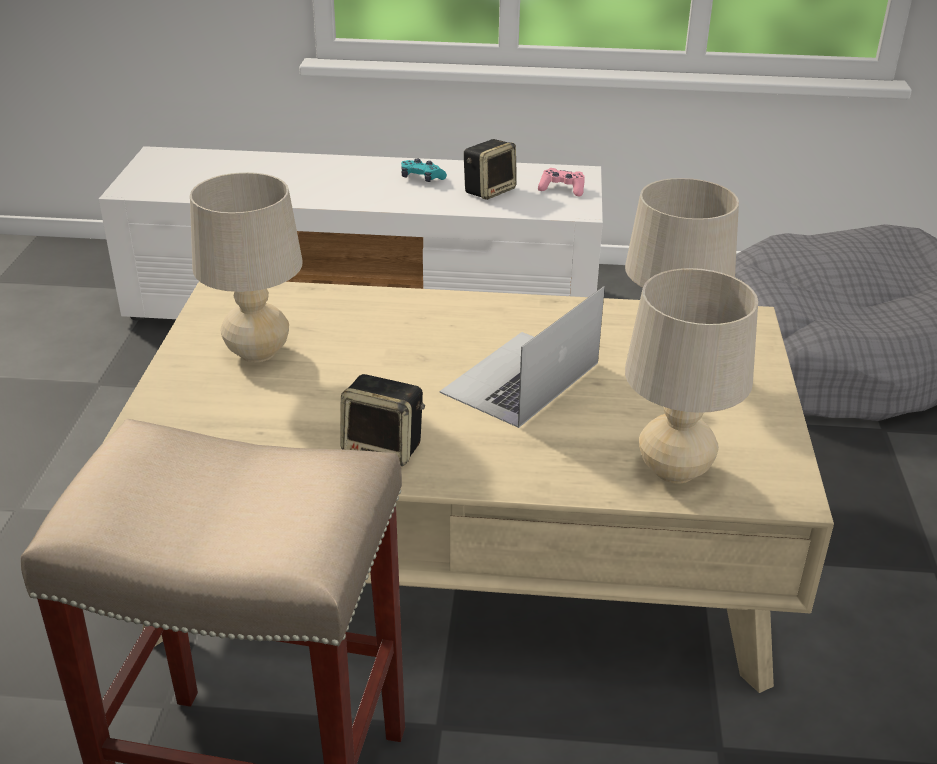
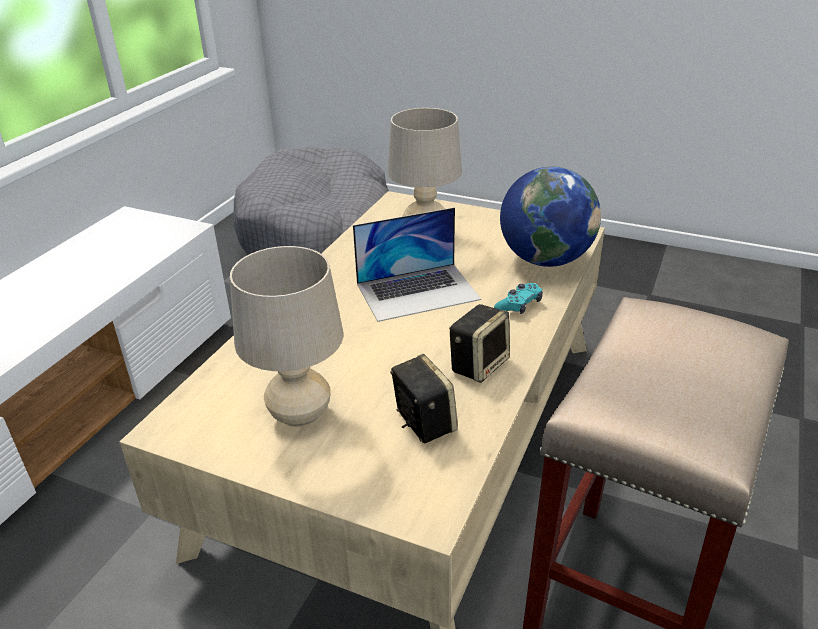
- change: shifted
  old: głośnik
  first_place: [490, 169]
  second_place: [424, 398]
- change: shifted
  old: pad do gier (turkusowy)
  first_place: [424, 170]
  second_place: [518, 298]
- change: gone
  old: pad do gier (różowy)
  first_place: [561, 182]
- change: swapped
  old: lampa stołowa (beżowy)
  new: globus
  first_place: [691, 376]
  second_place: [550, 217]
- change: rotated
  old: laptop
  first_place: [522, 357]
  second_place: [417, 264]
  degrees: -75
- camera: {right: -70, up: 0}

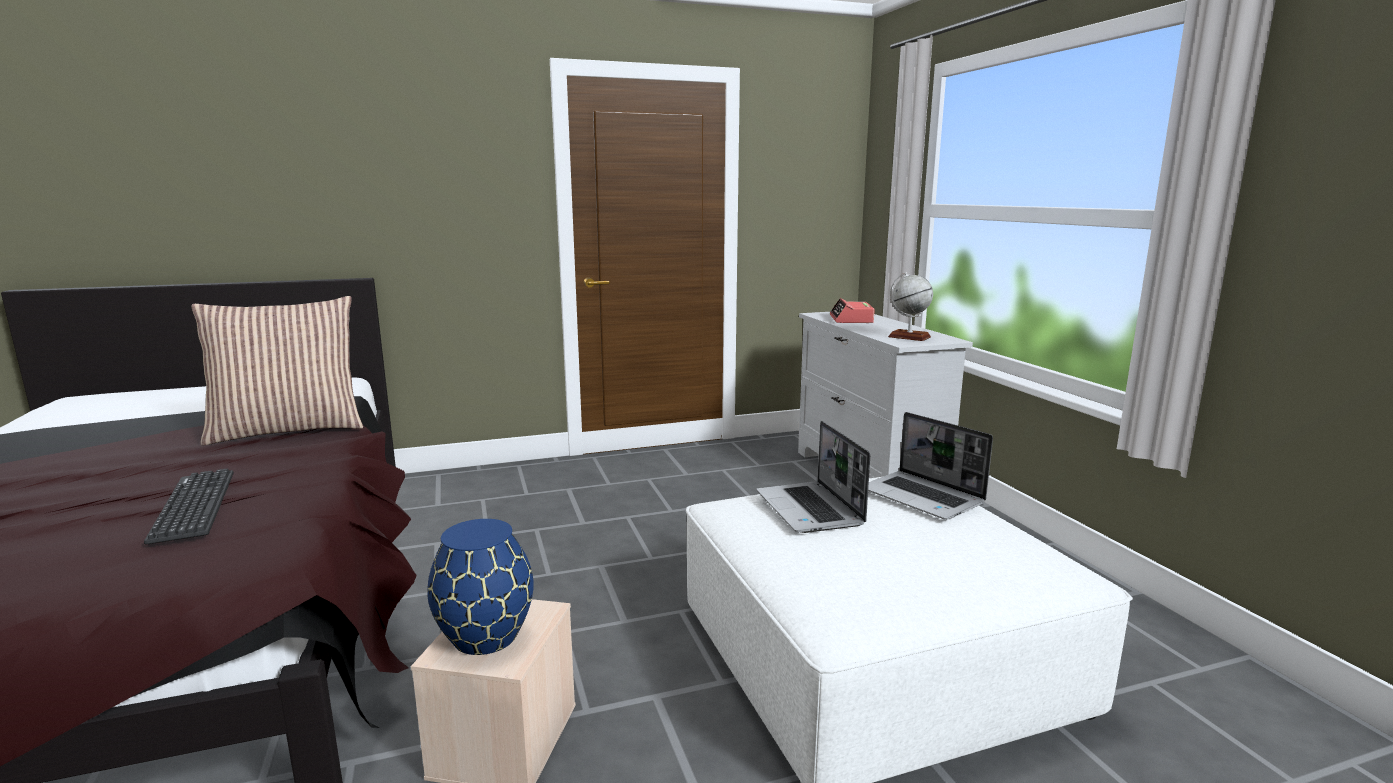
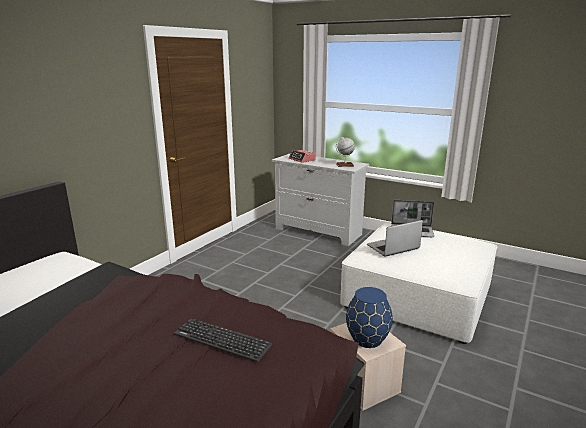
- change: gone
  old: poduszka
  first_place: [277, 370]
- change: rotated
  old: laptop
  first_place: [813, 477]
  second_place: [395, 238]
  degrees: 120
- camera: {right: -40, up: 5}

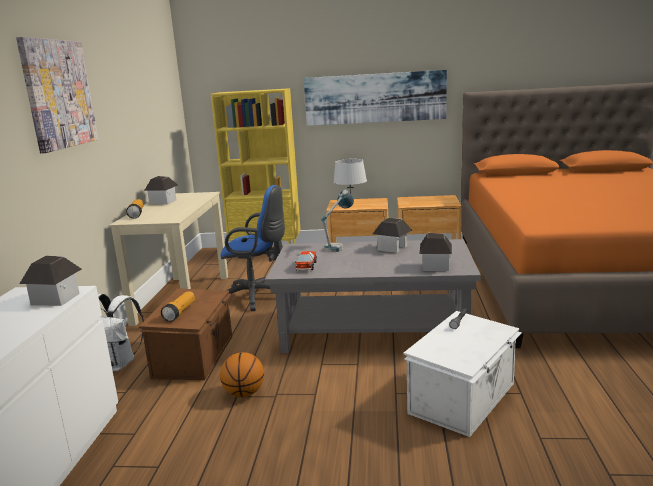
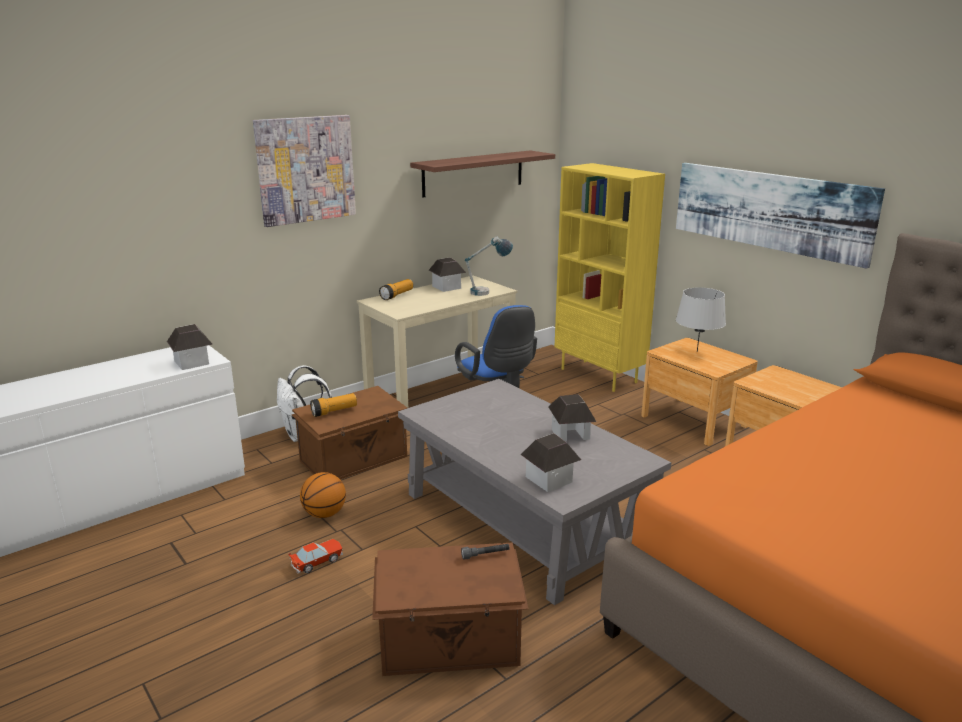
- change: shifted
  old: lampa stołowa
  first_place: [337, 221]
  second_place: [489, 266]
- change: shifted
  old: samochodzik
  first_place: [306, 261]
  second_place: [315, 556]
- change: repainted
  old: pojemnik do przechowywania (biały)
  new: pojemnik do przechowywania (brązowy)
  first_place: [463, 374]
  second_place: [450, 609]
- change: new
  new: półka
  second_place: [482, 174]
- camera: {right: 45, up: 5}

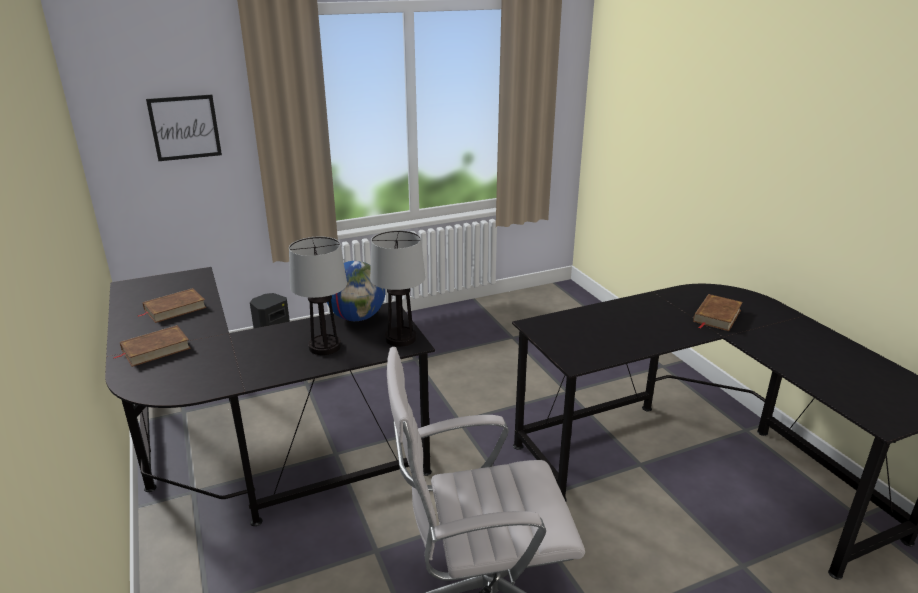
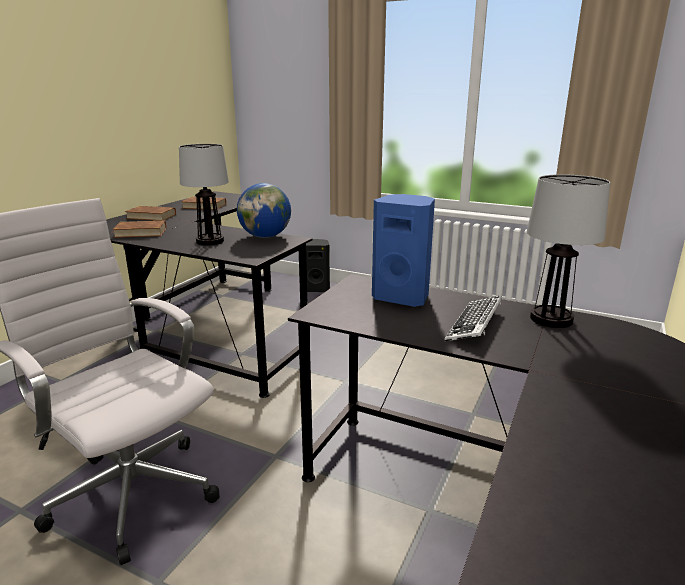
- change: gone
  old: obraz
  first_place: [184, 127]
- change: shifted
  old: lampa stołowa
  first_place: [397, 288]
  second_place: [568, 251]
- change: shifted
  old: książka (brązowy)
  first_place: [718, 312]
  second_place: [139, 229]
- change: new
  new: głośnik (niebieski)
  second_place: [403, 250]
- change: new
  new: klawiatura
  second_place: [473, 318]
- camera: {right: 50, up: -5}

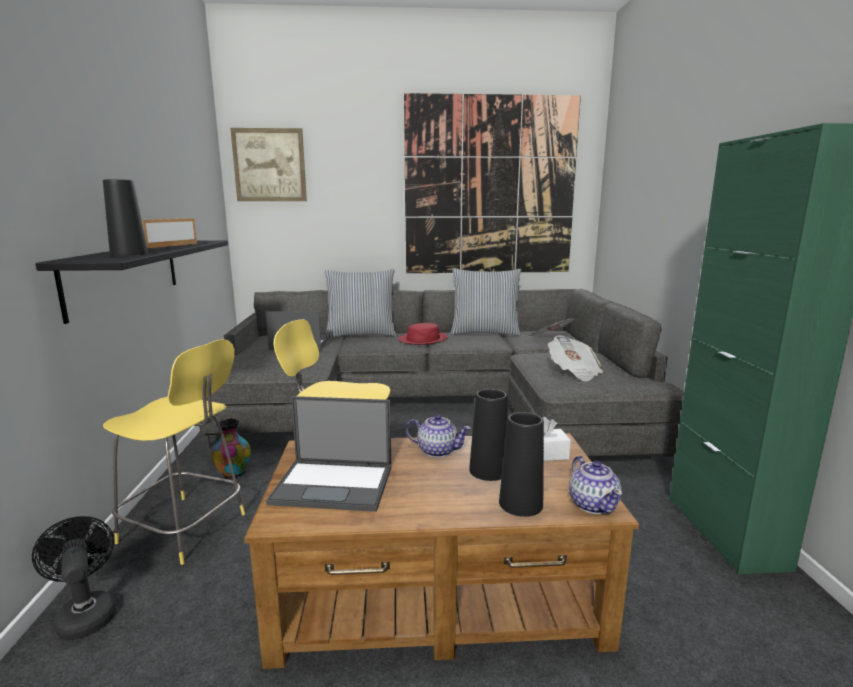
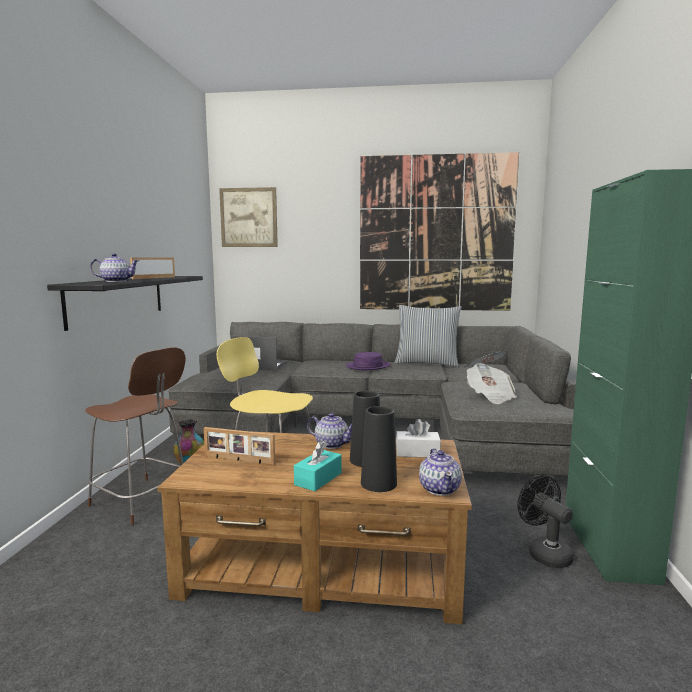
- change: swapped
  old: wazon (czarny)
  new: imbryk
  first_place: [125, 217]
  second_place: [114, 267]
- change: gone
  old: poduszka
  first_place: [361, 303]
- change: repainted
  old: kapelusz (czerwony)
  new: kapelusz (fioletowy)
  first_place: [423, 334]
  second_place: [368, 361]
- change: repainted
  old: stołek (żółty)
  new: stołek (brązowy)
  first_place: [174, 452]
  second_place: [135, 436]
- change: swapped
  old: laptop
  new: ramka na zdjęcie
  first_place: [328, 454]
  second_place: [239, 446]
- change: shifted
  old: wentylator (czarny)
  first_place: [74, 578]
  second_place: [545, 521]
- change: new
  new: pudełko chusteczek (turkusowy)
  second_place: [318, 466]
- camera: {right: 10, up: -5}

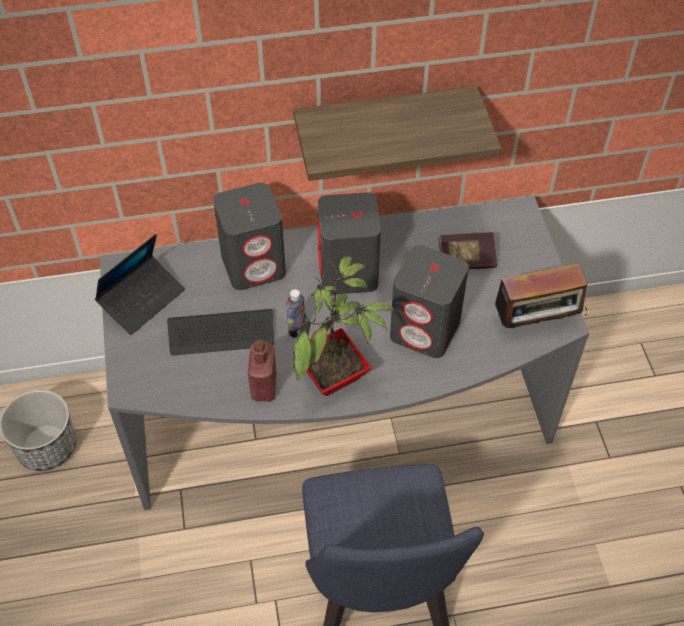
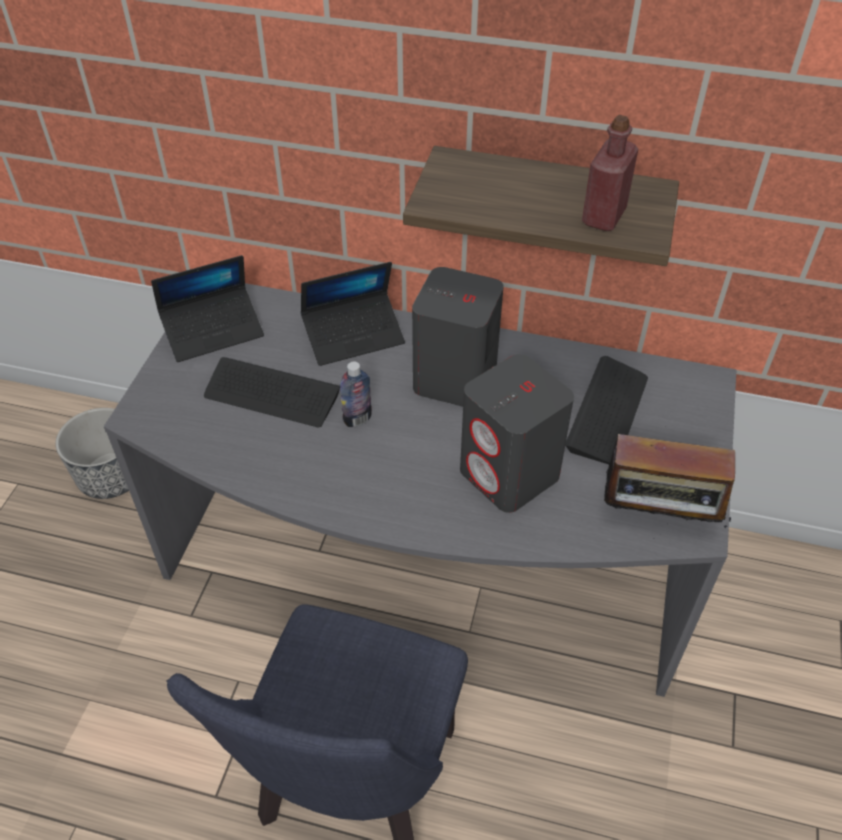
- change: swapped
  old: głośnik (szary)
  new: laptop
  first_place: [249, 236]
  second_place: [353, 314]
- change: swapped
  old: książka
  new: klawiatura
  first_place: [467, 251]
  second_place: [606, 410]
- change: gone
  old: roślina doniczkowa
  first_place: [339, 326]
- change: shifted
  old: butelka (czerwony)
  first_place: [262, 371]
  second_place: [610, 173]
- camera: {right: 25, up: -5}

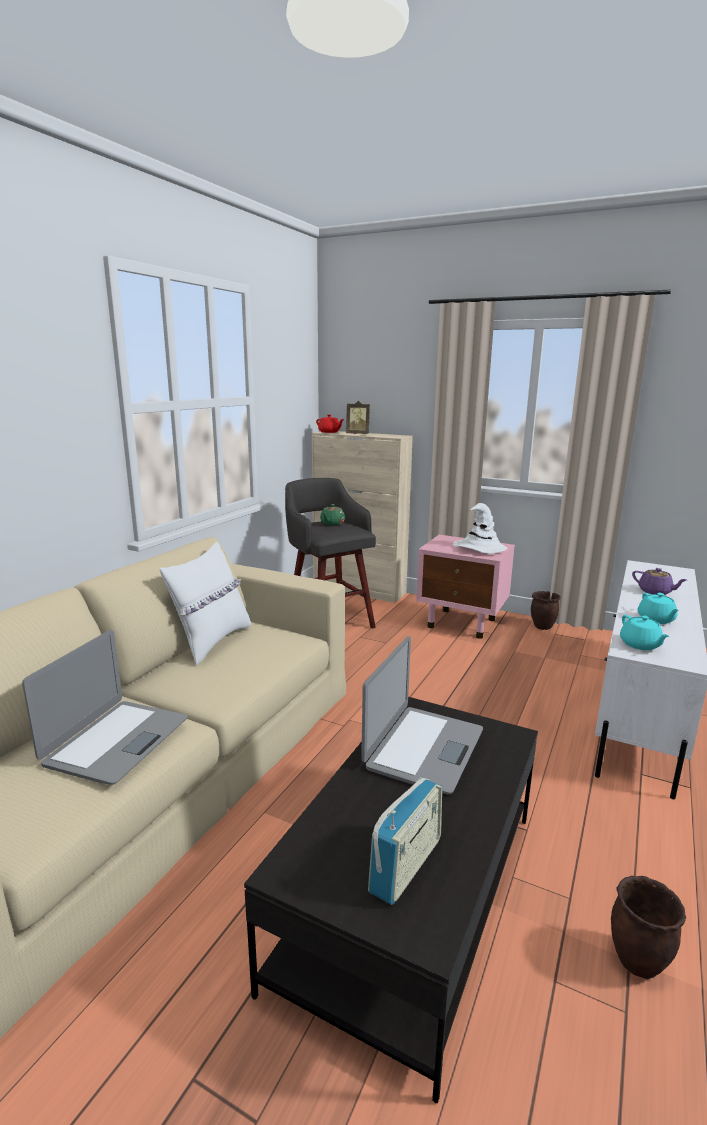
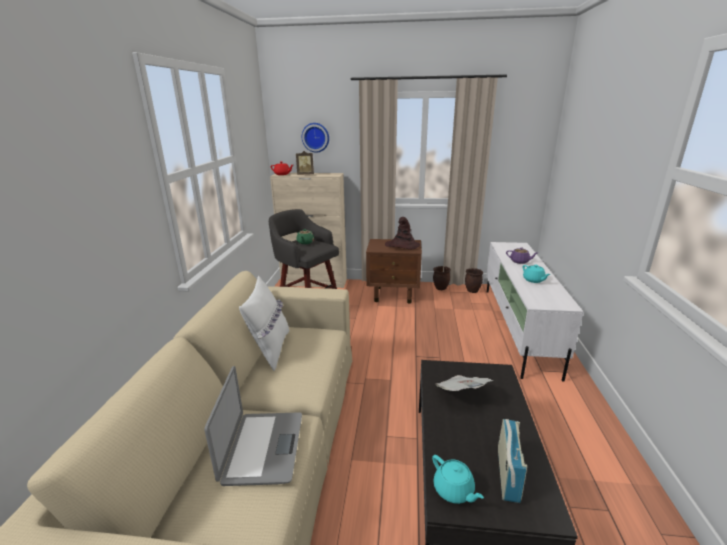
- change: repainted
  old: kapelusz (biały)
  new: kapelusz (brązowy)
  first_place: [480, 528]
  second_place: [402, 233]
- change: repainted
  old: szafka nocna (różowy)
  new: szafka nocna (brązowy)
  first_place: [465, 587]
  second_place: [394, 271]
- change: shifted
  old: imbryk (turkusowy)
  first_place: [644, 632]
  second_place: [458, 479]
- change: swapped
  old: laptop
  new: gazeta
  first_place: [422, 715]
  second_place: [464, 383]
- change: shifted
  old: donica (brązowy)
  first_place: [648, 927]
  second_place: [474, 280]
- change: new
  new: zegar ścienny
  second_place: [315, 138]
- camera: {right: -20, up: 5}

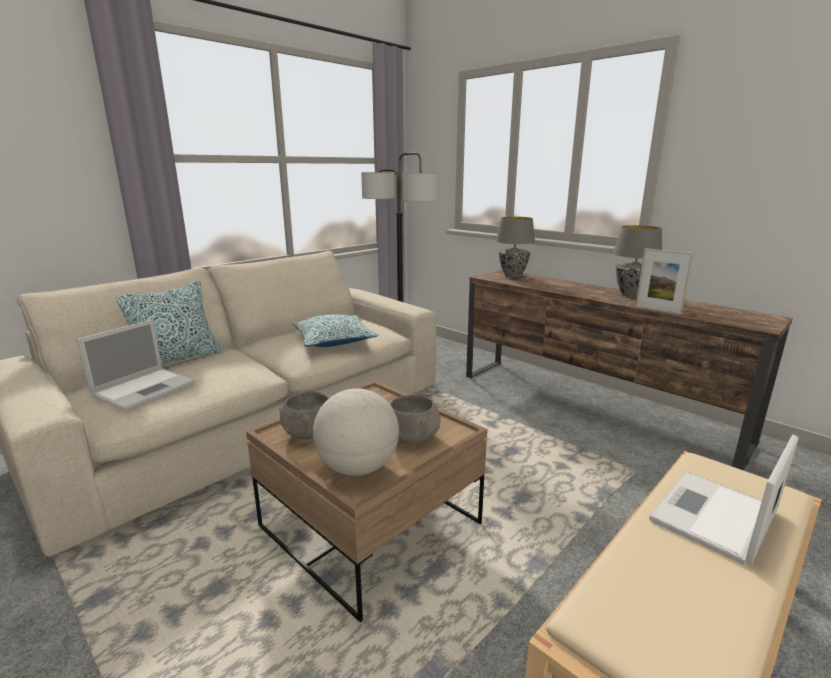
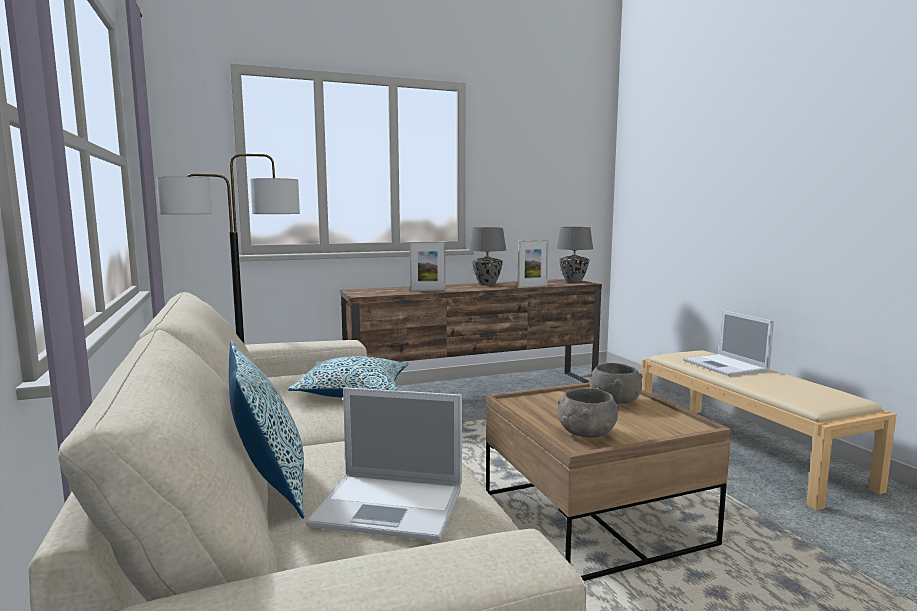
- change: shifted
  old: lampa stołowa (szary)
  first_place: [515, 247]
  second_place: [574, 255]
- change: rotated
  old: laptop
  first_place: [136, 365]
  second_place: [384, 464]
  degrees: 135
- change: gone
  old: globus
  first_place: [356, 432]
- change: new
  new: ramka na zdjęcie
  second_place: [427, 266]
- camera: {right: -65, up: -10}

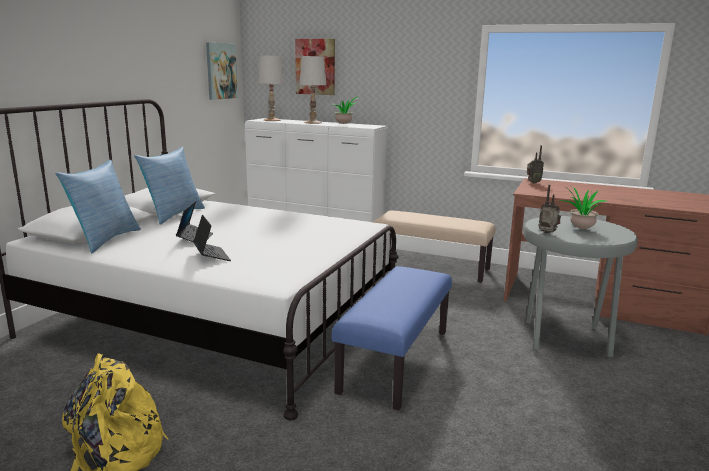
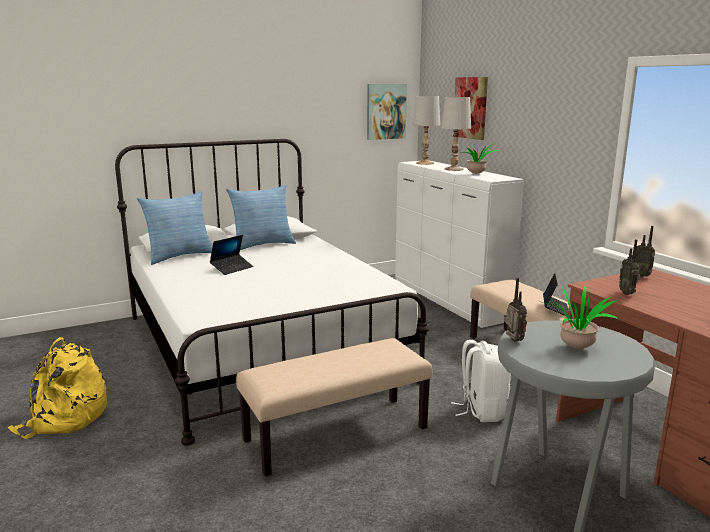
- change: shifted
  old: laptop
  first_place: [212, 238]
  second_place: [555, 294]
- change: repainted
  old: ławka (niebieski)
  new: ławka (beżowy)
  first_place: [391, 338]
  second_place: [334, 407]
- change: new
  new: radio
  second_place: [630, 267]
- change: new
  new: plecak (biały)
  second_place: [481, 381]
- camera: {right: 40, up: 0}

